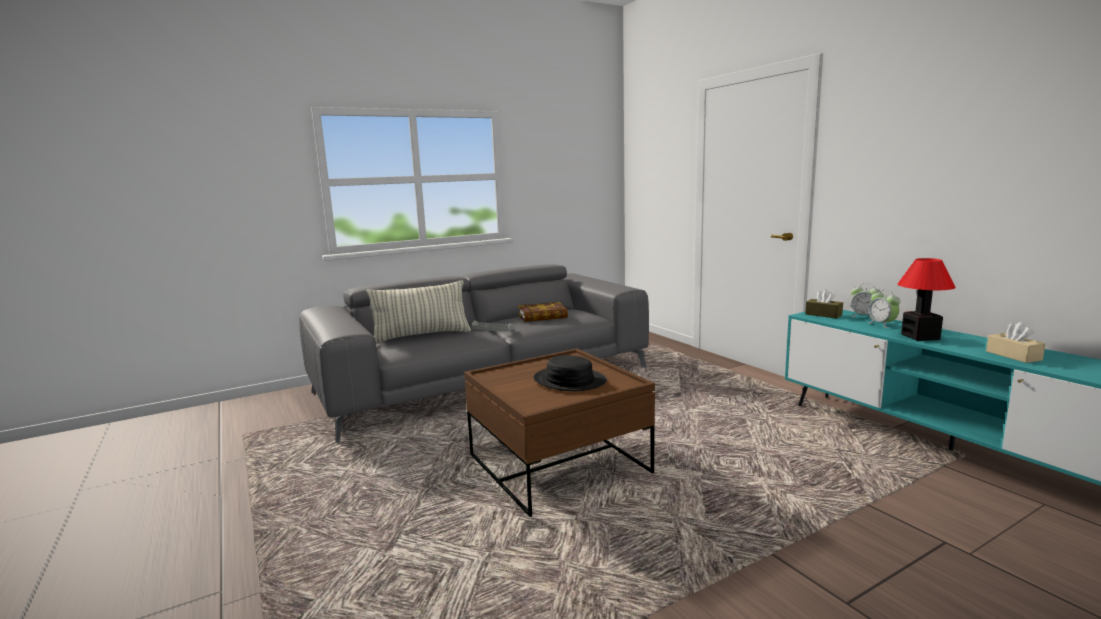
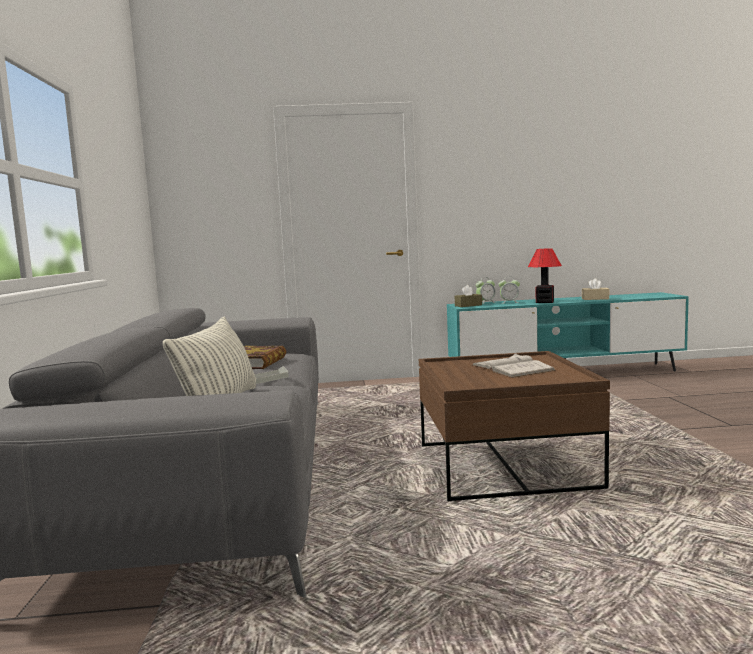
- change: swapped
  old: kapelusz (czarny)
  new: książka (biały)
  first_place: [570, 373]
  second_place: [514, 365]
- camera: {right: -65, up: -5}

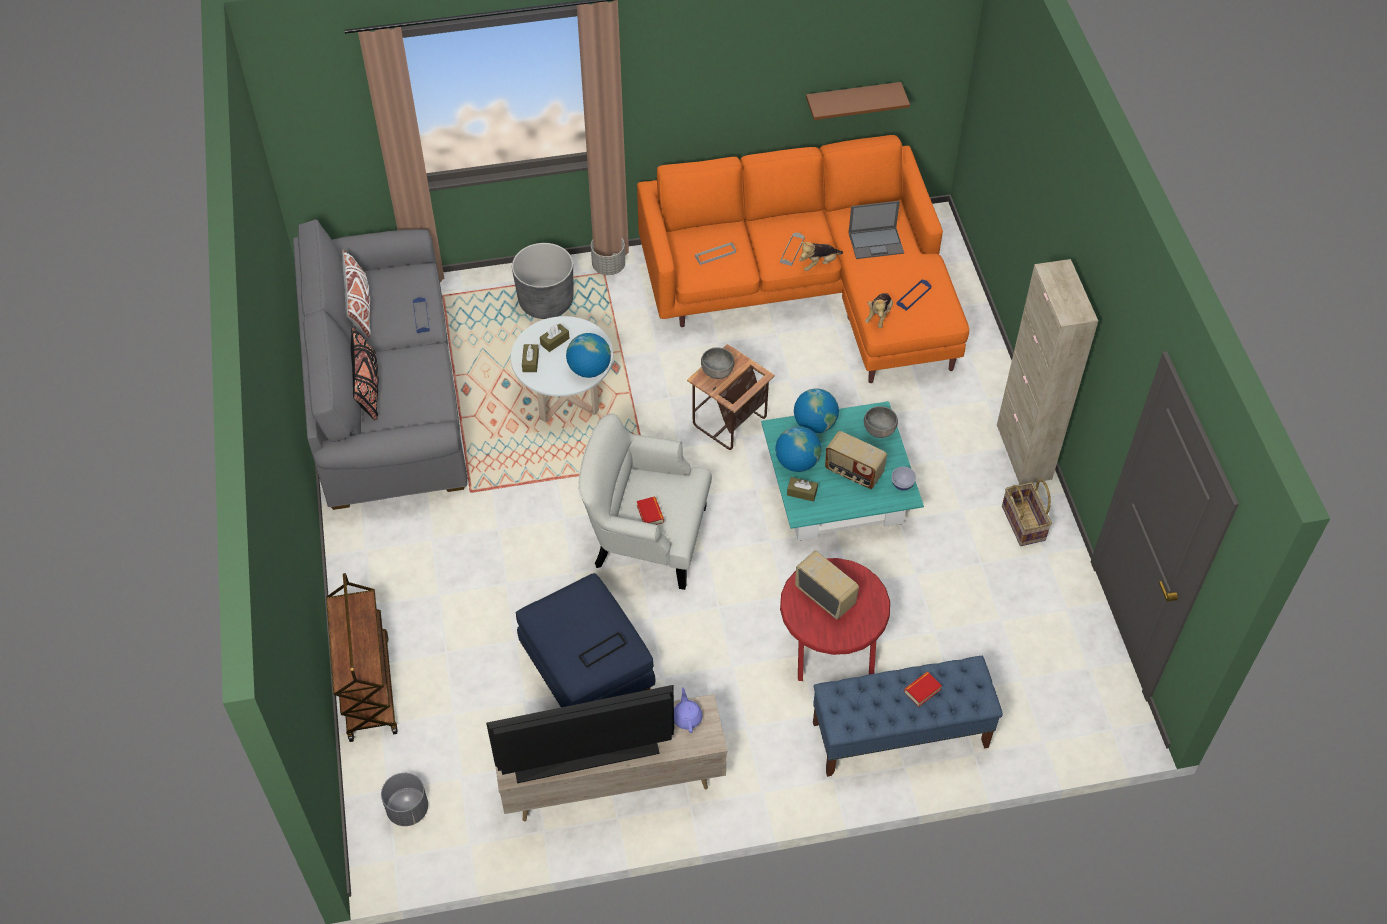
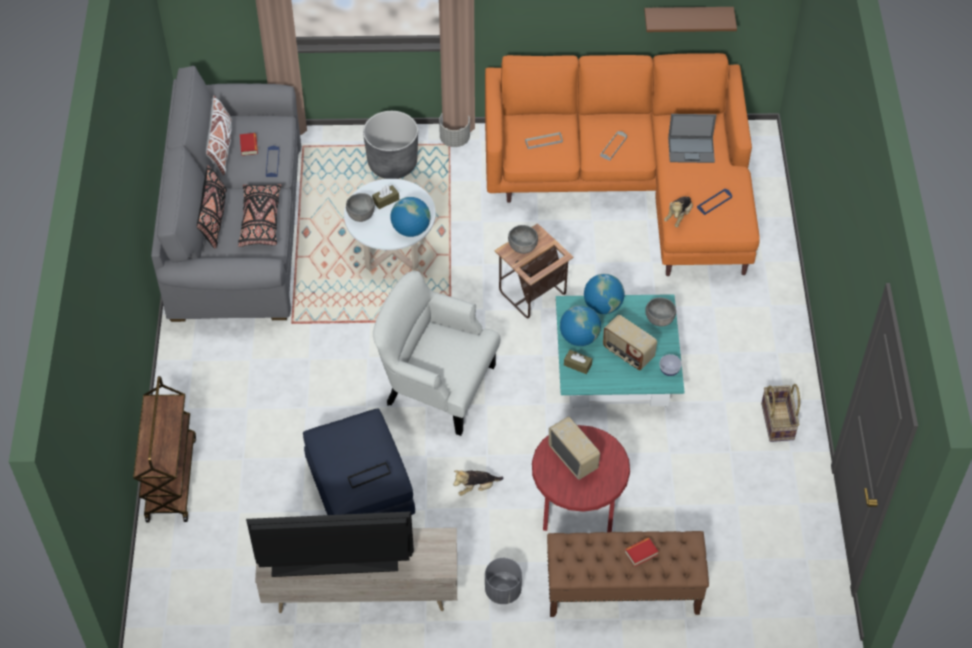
- change: shifted
  old: pluszak
  first_place: [821, 256]
  second_place: [478, 483]
- change: gone
  old: szafka (beżowy)
  first_place: [1047, 372]
- change: swapped
  old: pudełko chusteczek (brązowy)
  new: miska (szary)
  first_place: [530, 358]
  second_place: [360, 207]
- change: shifted
  old: książka
  first_place: [650, 511]
  second_place: [249, 144]
- change: repainted
  old: ławka (niebieski)
  new: ławka (brązowy)
  first_place: [908, 716]
  second_place: [628, 574]
- change: gone
  old: imbryk (fioletowy)
  first_place: [688, 710]
- change: shifted
  old: donica (szary)
  first_place: [404, 799]
  second_place: [503, 581]
- change: new
  new: poduszka (czarny)
  second_place: [260, 215]
- camera: {right: 10, up: 0}

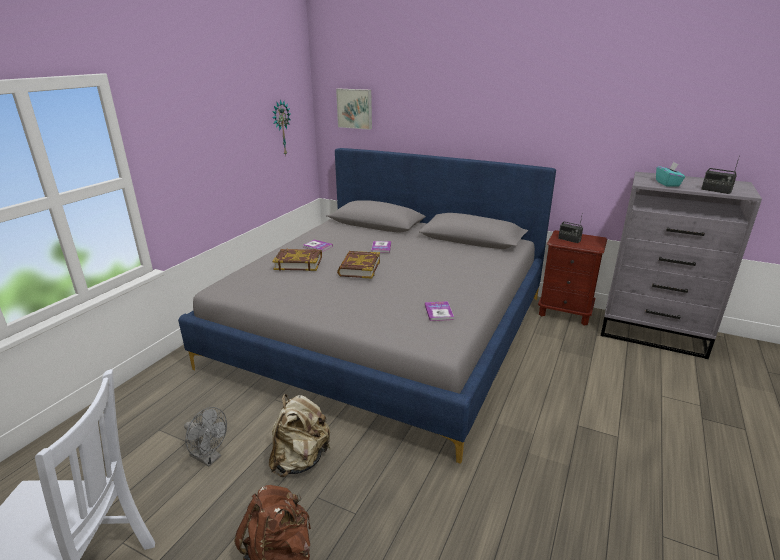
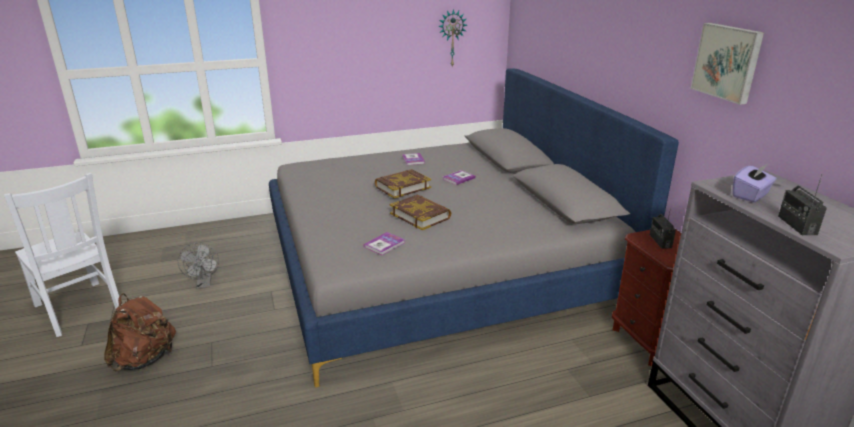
- change: shifted
  old: obraz
  first_place: [354, 109]
  second_place: [727, 64]
- change: repainted
  old: pudełko chusteczek (turkusowy)
  new: pudełko chusteczek (fioletowy)
  first_place: [670, 174]
  second_place: [755, 183]
- change: shifted
  old: książka
  first_place: [297, 260]
  second_place: [420, 212]
- change: gone
  old: plecak (beżowy)
  first_place: [300, 435]
- camera: {right: 45, up: 0}

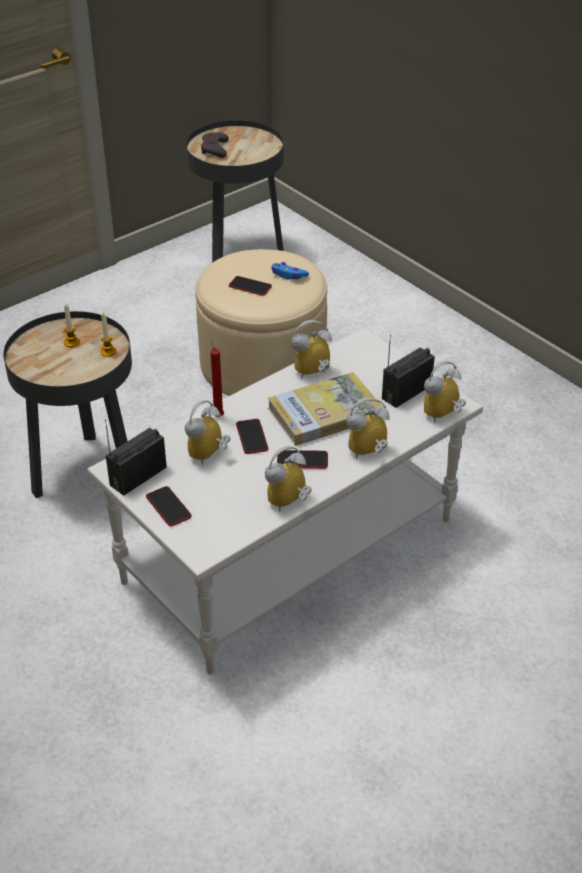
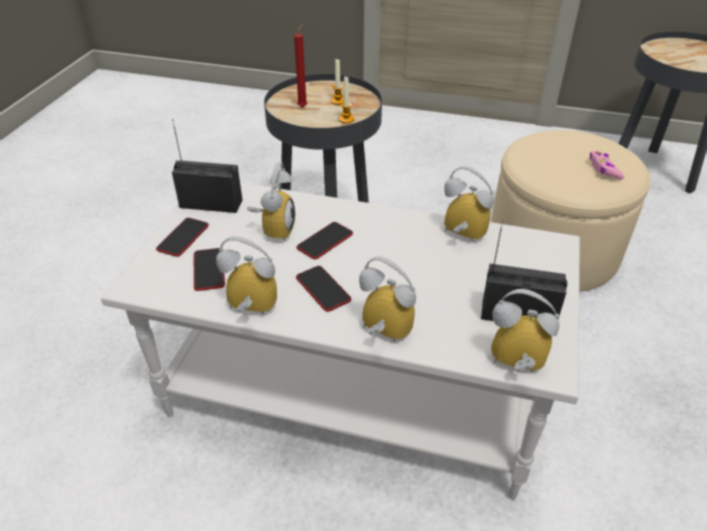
- change: gone
  old: pad do gier (szary)
  first_place: [215, 145]
- change: repainted
  old: pad do gier (niebieski)
  new: pad do gier (różowy)
  first_place: [290, 271]
  second_place: [606, 165]
- change: shifted
  old: telefon
  first_place: [250, 286]
  second_place: [209, 269]
- change: shifted
  old: świeca (czerwony)
  first_place: [217, 378]
  second_place: [300, 66]
- change: gone
  old: książka
  first_place: [325, 409]
- change: rotated
  old: budzik
  first_place: [207, 432]
  second_place: [271, 201]
  degrees: 105
- camera: {right: 55, up: 0}

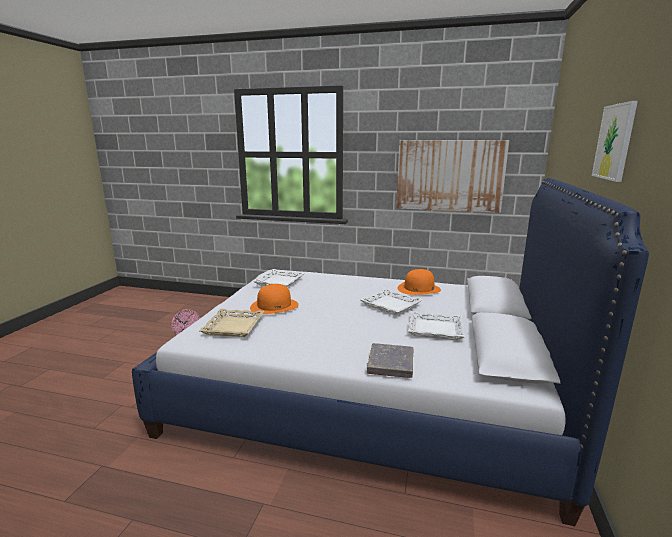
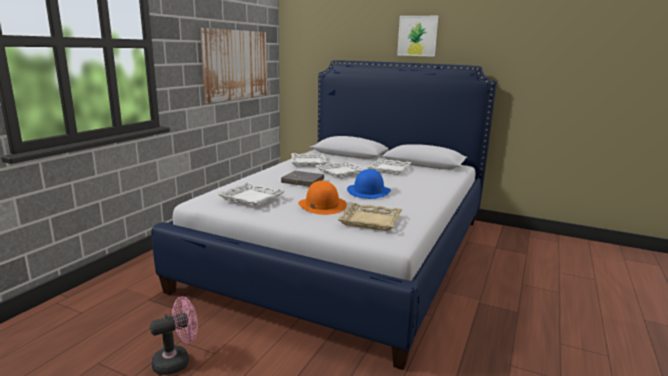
- change: swapped
  old: kapelusz (pomarańczowy)
  new: taca (biały)
  first_place: [419, 282]
  second_place: [309, 159]
- change: shifted
  old: książka (szary)
  first_place: [390, 360]
  second_place: [302, 179]
- change: new
  new: kapelusz (niebieski)
  second_place: [369, 184]
- camera: {right: -80, up: 0}

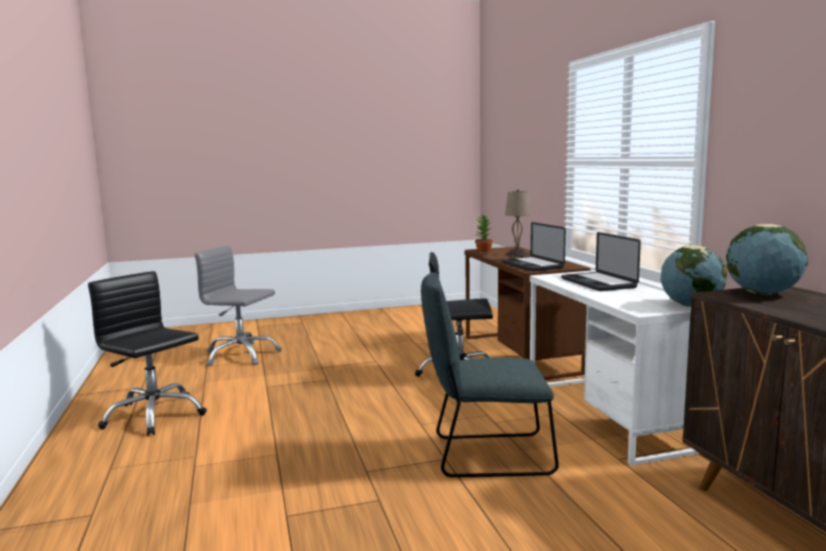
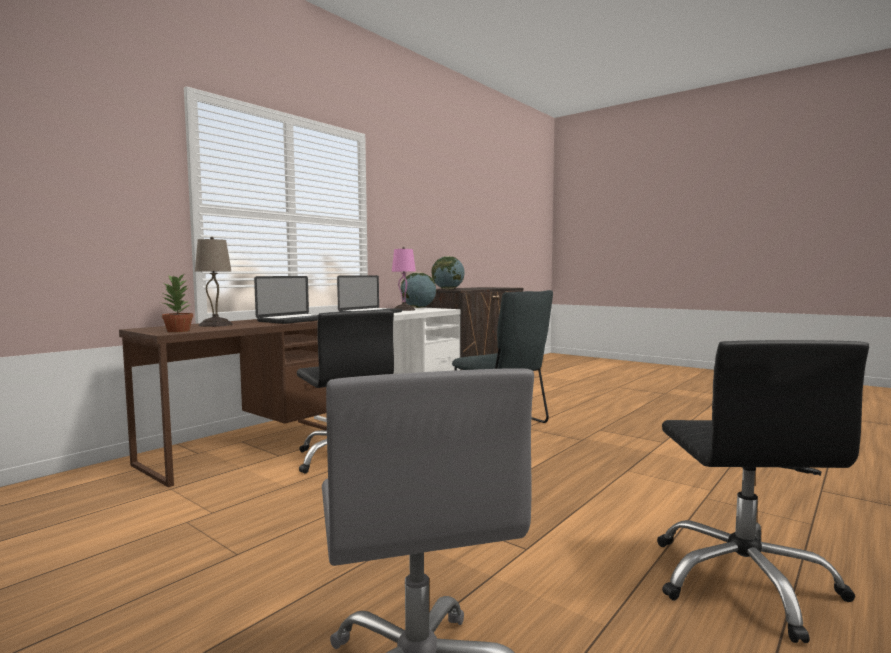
- change: new
  new: lampa stołowa (różowy)
  second_place: [404, 279]
- camera: {right: -125, up: -5}

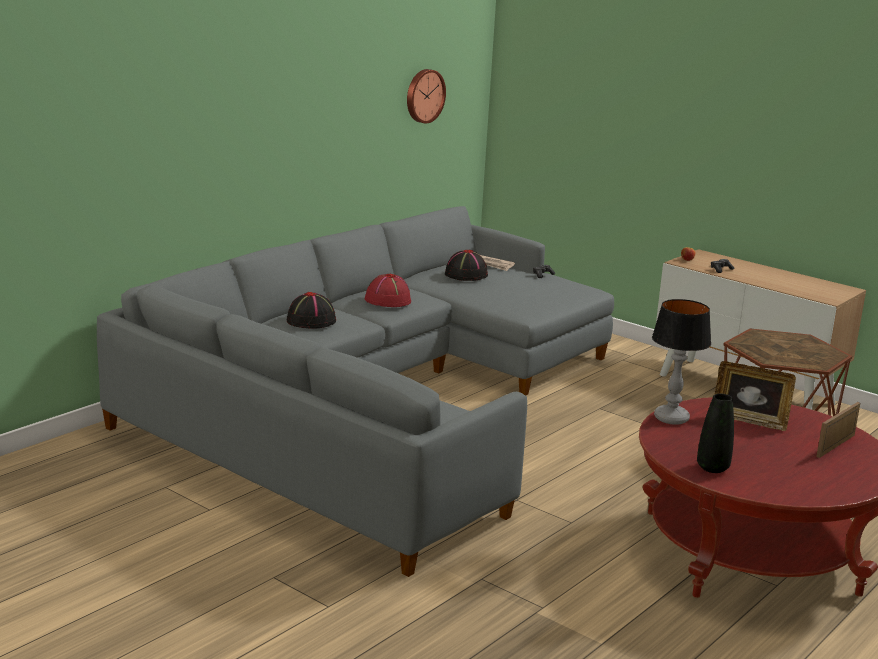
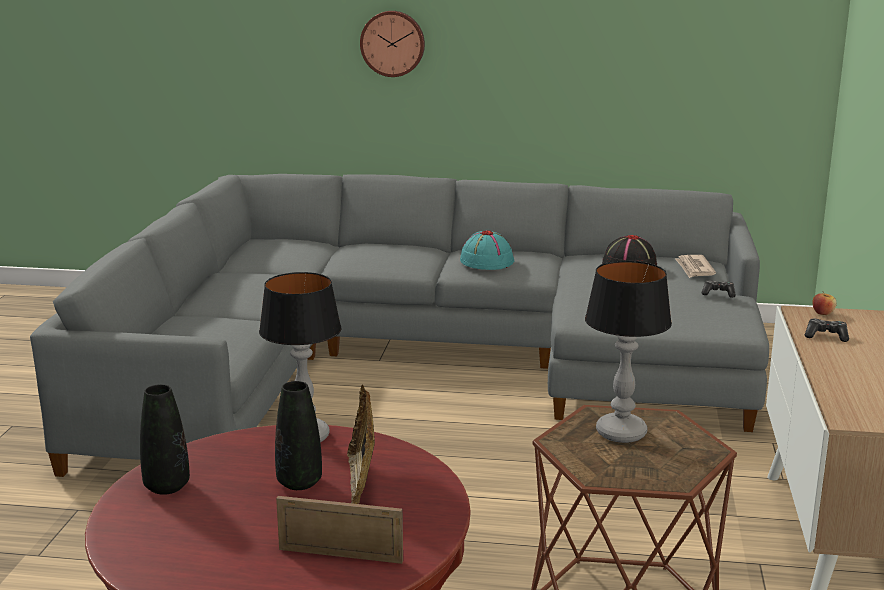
- change: shifted
  old: zegar ścienny
  first_place: [426, 96]
  second_place: [392, 44]
- change: repainted
  old: kapelusz (czerwony)
  new: kapelusz (turkusowy)
  first_place: [388, 290]
  second_place: [487, 250]
- change: gone
  old: kapelusz (czarny)
  first_place: [311, 310]
- change: new
  new: lampa stołowa
  second_place: [628, 352]
- change: new
  new: wazon (czarny)
  second_place: [298, 435]
- camera: {right: 60, up: 0}

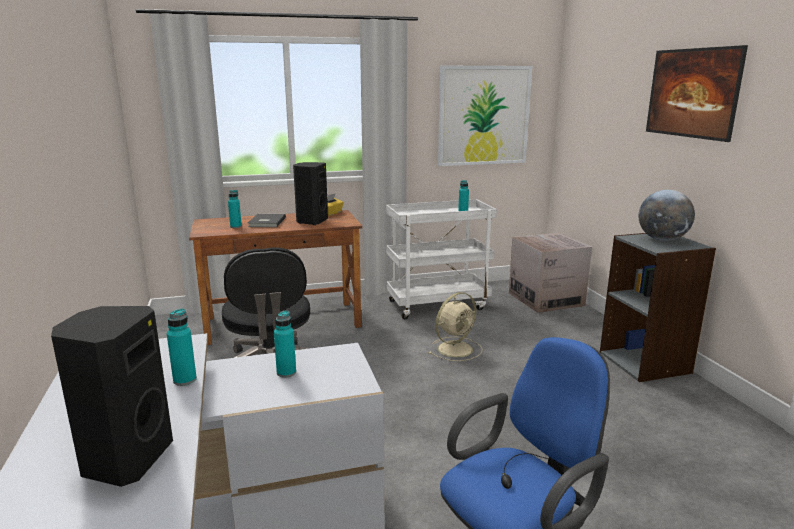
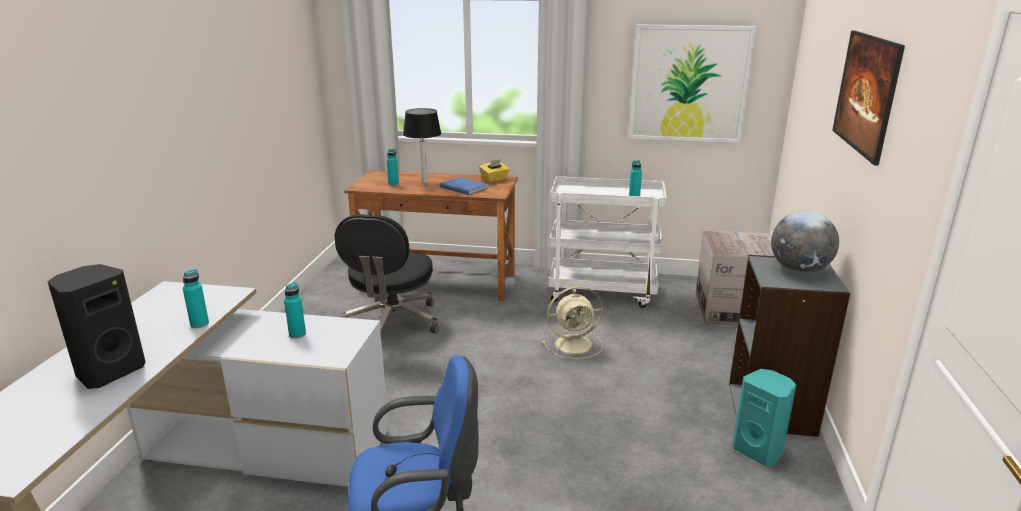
- change: swapped
  old: głośnik (czarny)
  new: książka (niebieski)
  first_place: [310, 193]
  second_place: [464, 186]
- change: swapped
  old: książka (szary)
  new: lampa stołowa
  first_place: [267, 220]
  second_place: [422, 145]
- change: new
  new: głośnik (turkusowy)
  second_place: [765, 418]
- camera: {right: 25, up: 5}

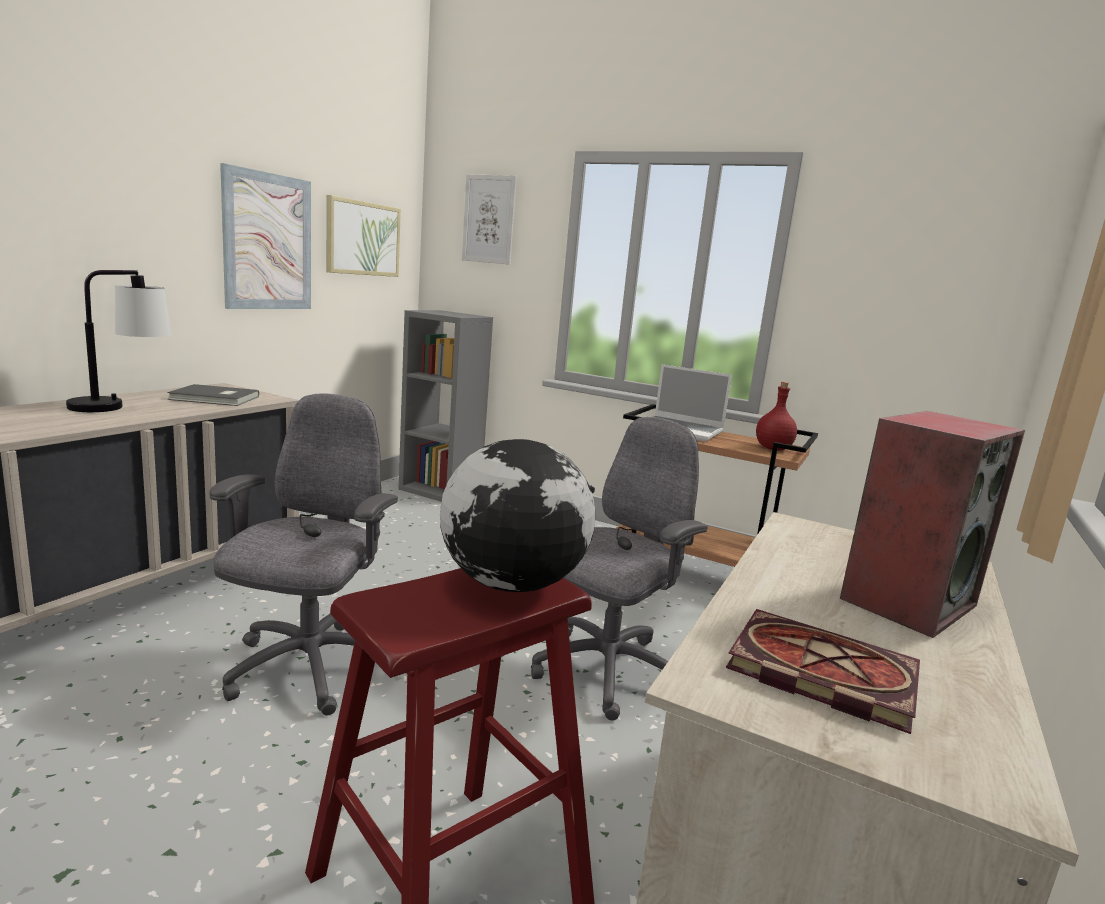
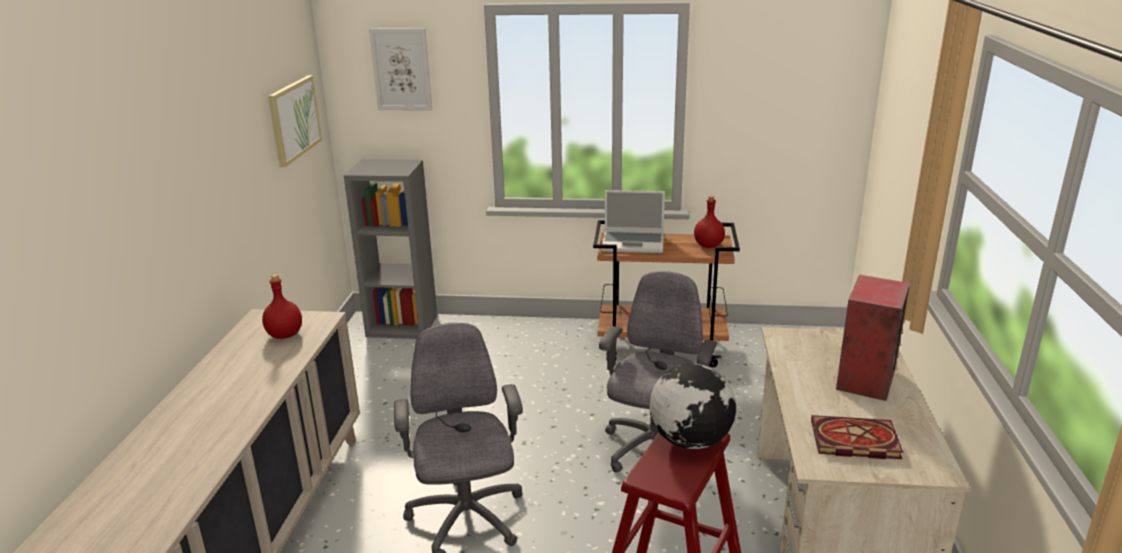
- change: gone
  old: obraz
  first_place: [265, 236]
- change: gone
  old: lampa stołowa
  first_place: [118, 341]
- change: swapped
  old: książka (szary)
  new: butelka (czerwony)
  first_place: [213, 395]
  second_place: [282, 306]
- camera: {right: -20, up: 10}

